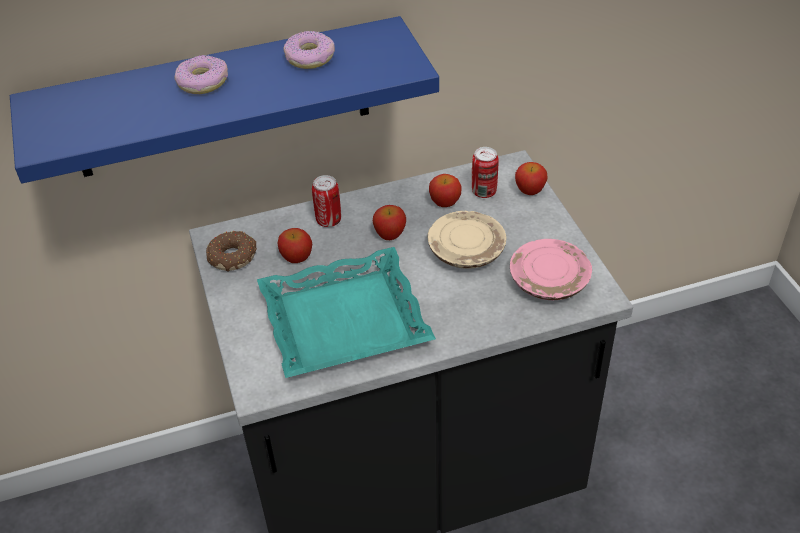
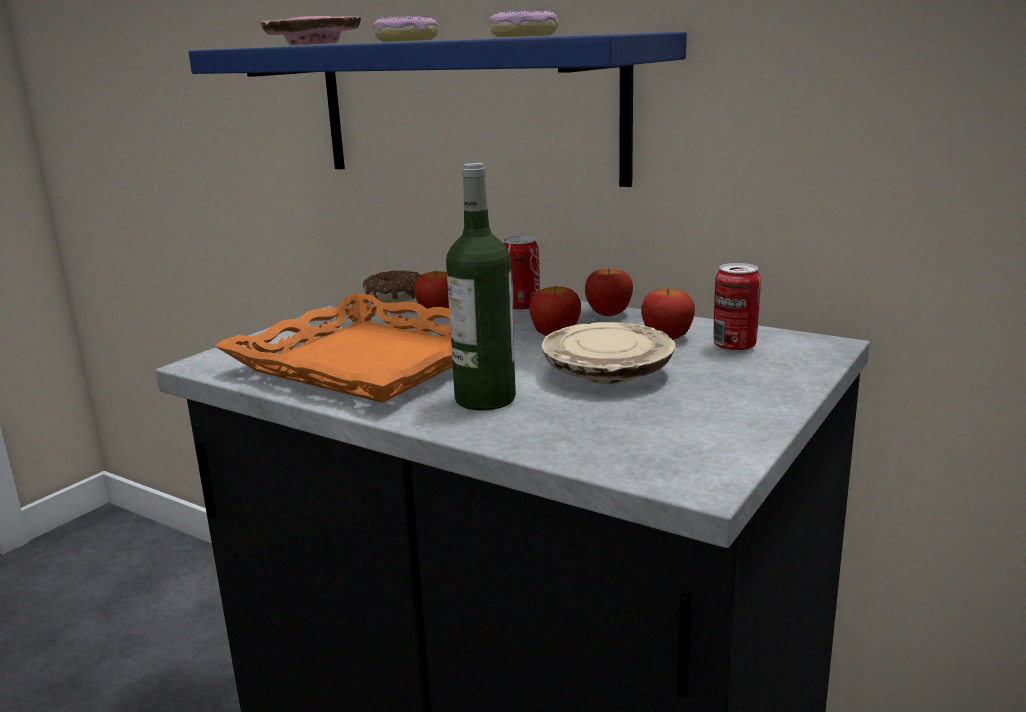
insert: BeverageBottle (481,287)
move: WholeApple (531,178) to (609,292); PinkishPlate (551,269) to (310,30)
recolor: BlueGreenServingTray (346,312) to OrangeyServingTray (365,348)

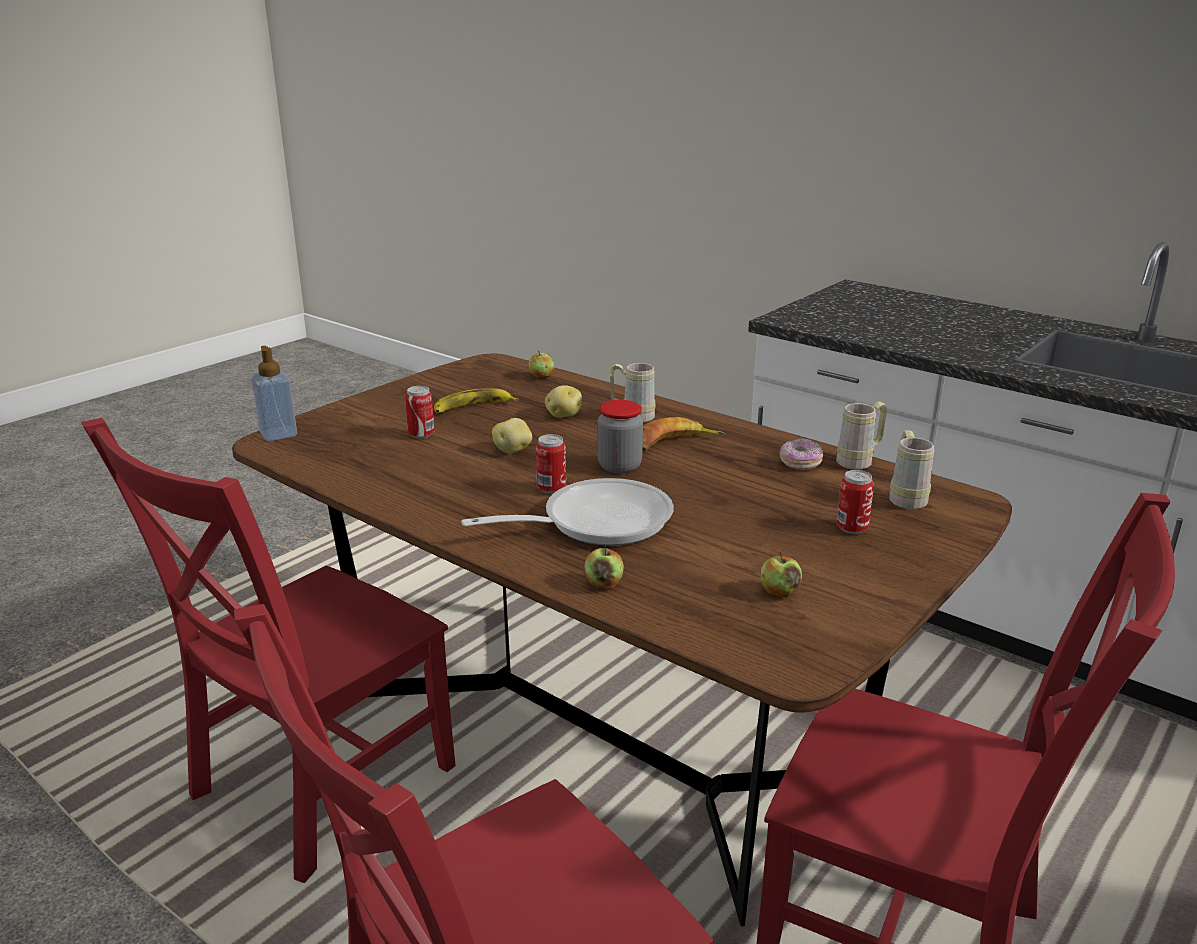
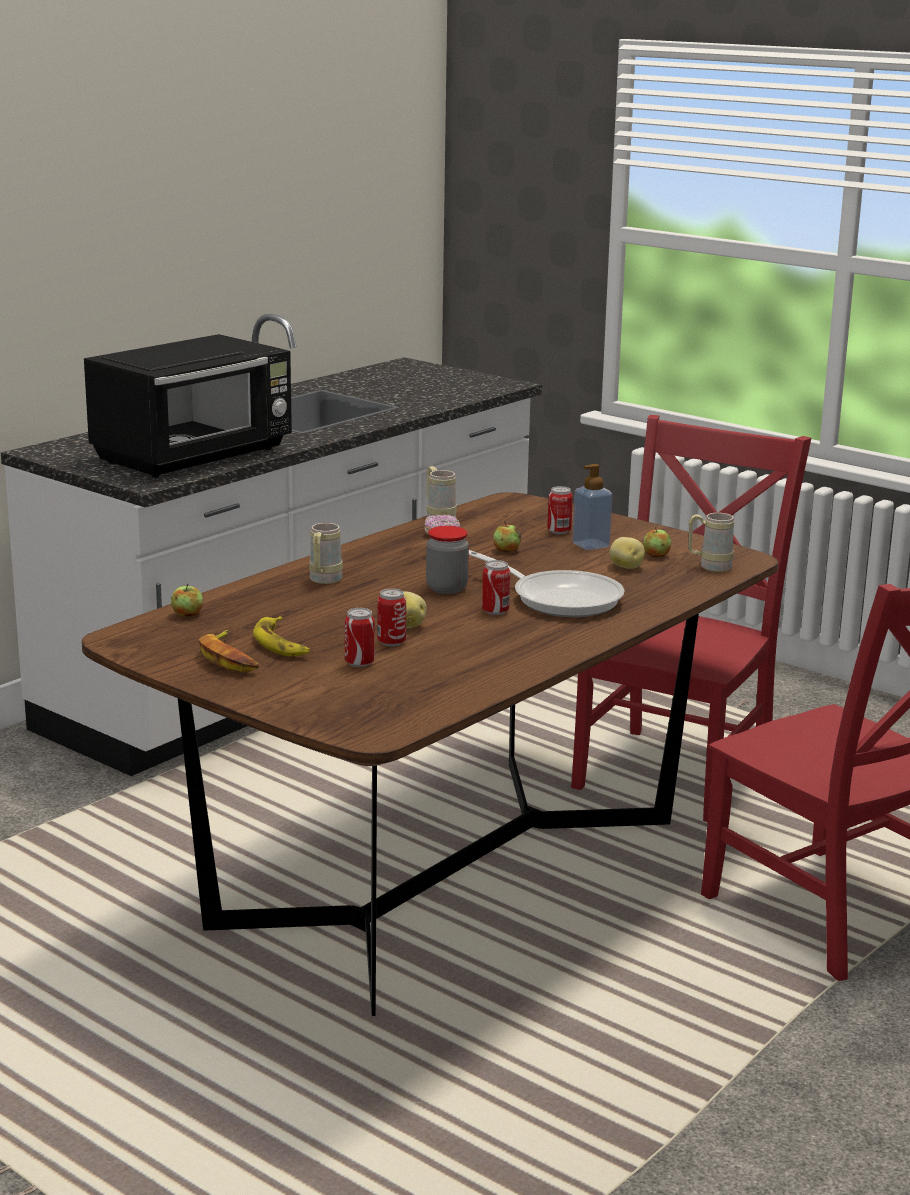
delete: RedUprightChair (268,650)
insert: BlackishMicrowaveOven (188,406); SealedCan (391,617)
move: LiquidSoapBottle (274,393) to (592,507); Spud (563,401) to (627,553); Banana (684,434) to (228,651); SandColouredMug (911,469) to (711,542); WholeApple (604,567) to (507,536)
rotate: Pan (567,512) = (546,583) 150 degrees clockwise

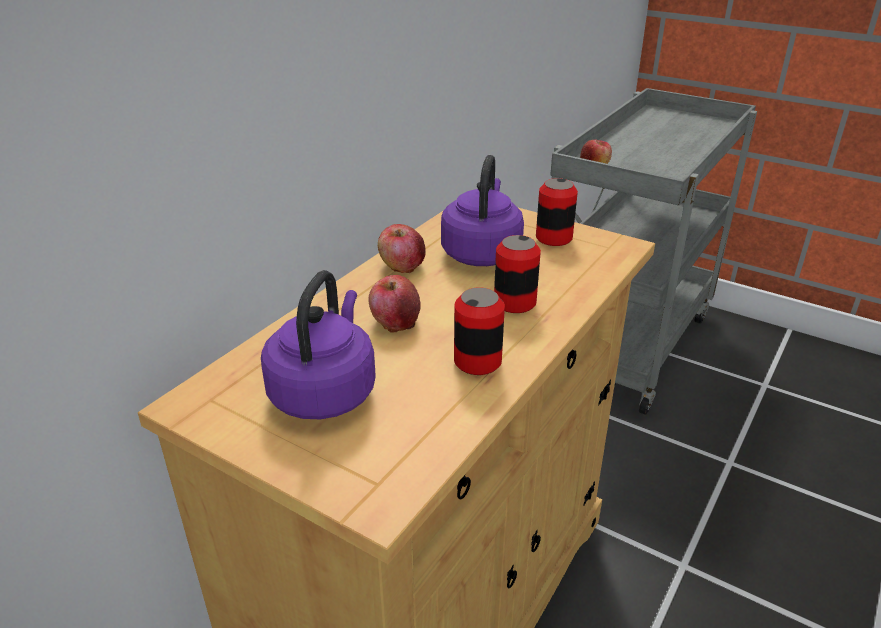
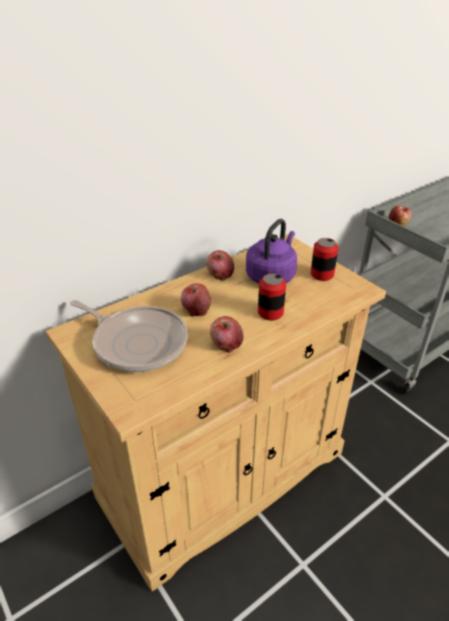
replace: PurplishKettle (318,344) to Pan (129,336); SealedCan (479,331) to WholeApple (226,334)

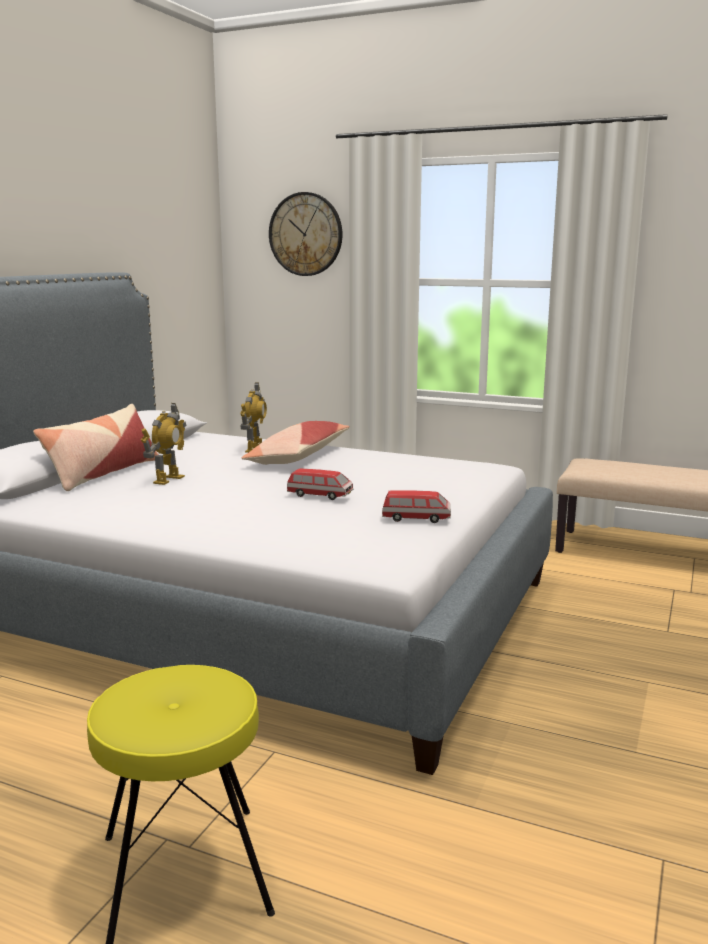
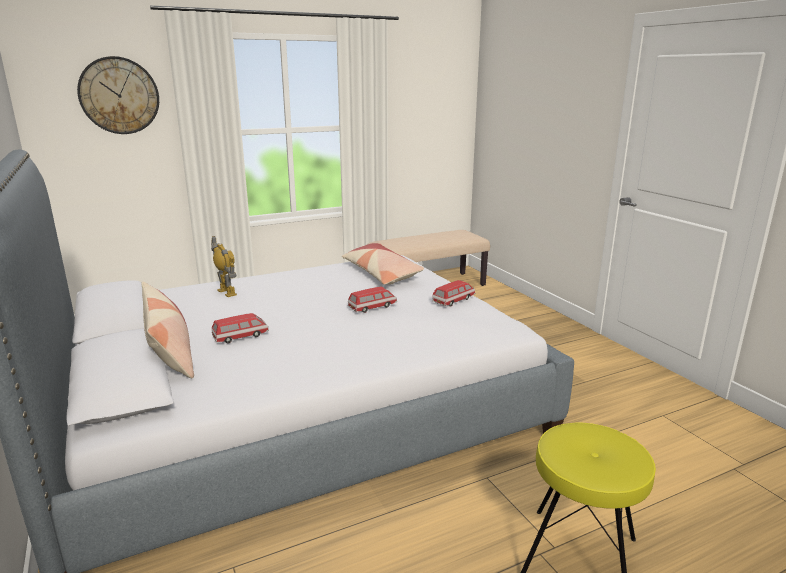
move: Cushion (295,443) to (383,264)
replace: ModelRobot (163,444) to ModelCar (240,328)

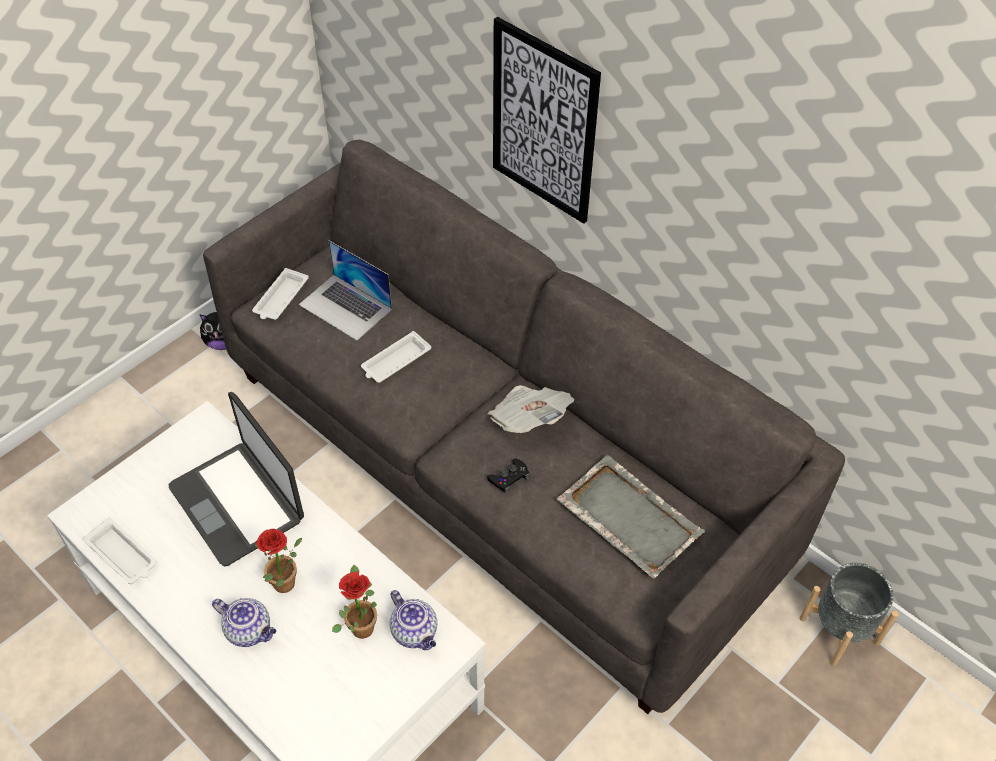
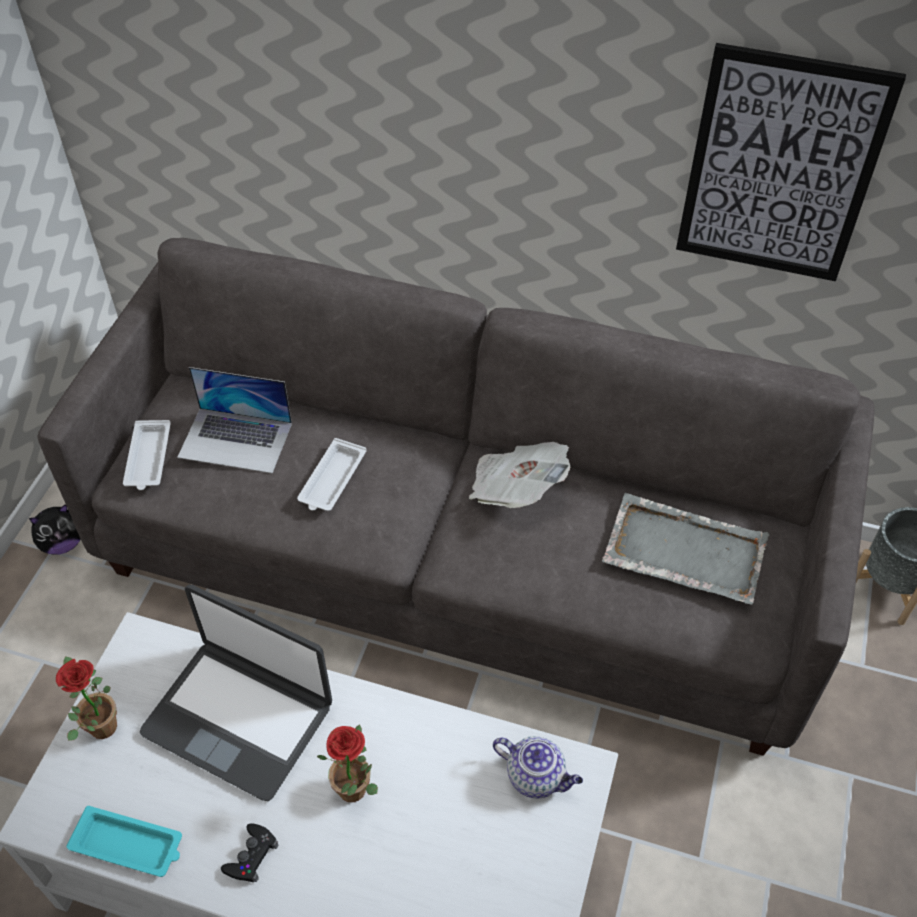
delete: TeaPot (244,622)
move: Picture (547,120) to (791,162); BlackishJoypad (508,475) to (249,852); Houseplant (354,602) to (86,698)
recolor: WhiteServingTray (120,551) to BlueGreenServingTray (124,841)

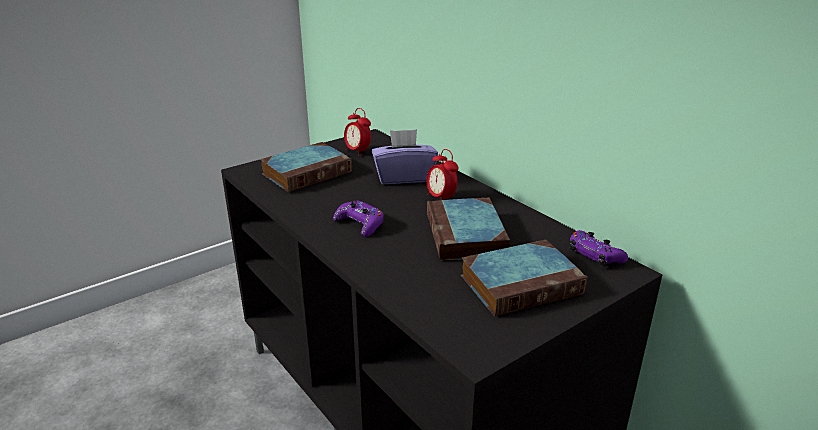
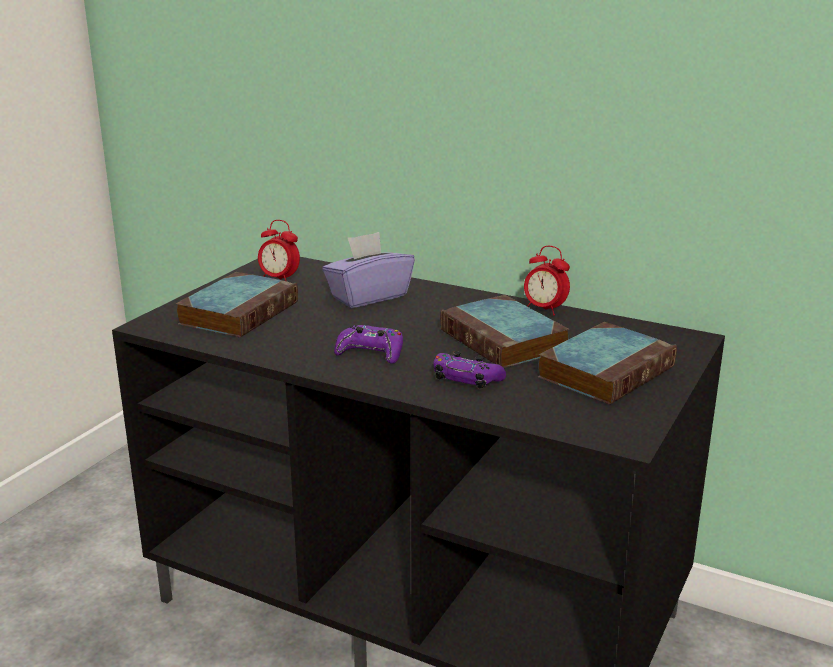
move: TableClock (442,174) to (547,281); PurplishJoypad (599,248) to (469,370)

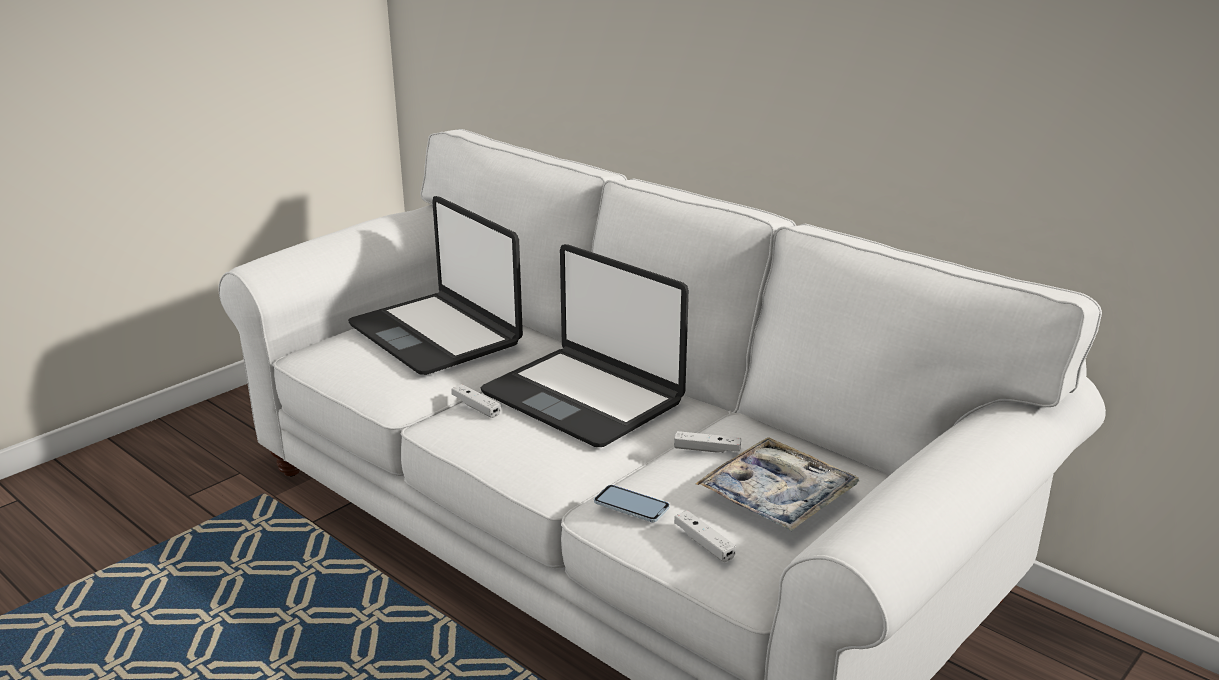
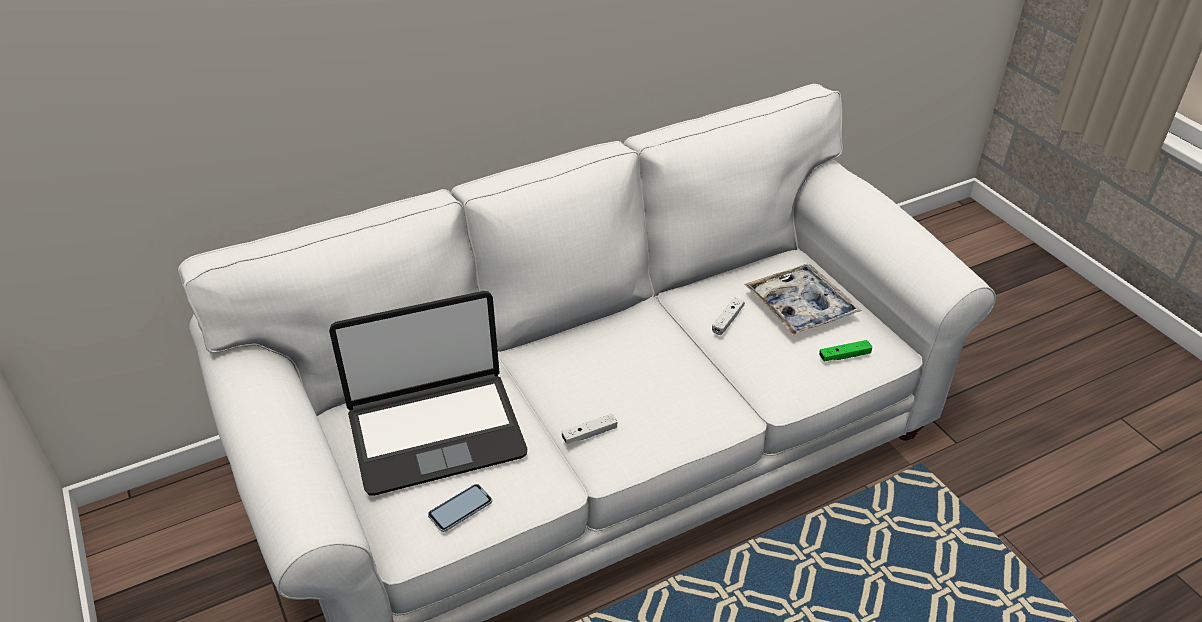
delete: PortableComputer (584,345)
move: Telephone (632,503) to (460,508)
recolor: WhiteJoypad (705,536) to GreenColouredJoypad (845,351)

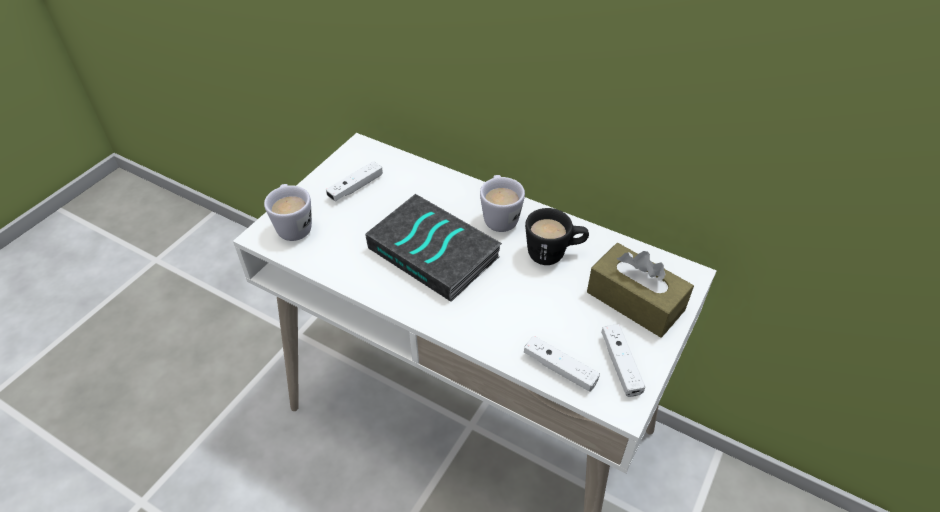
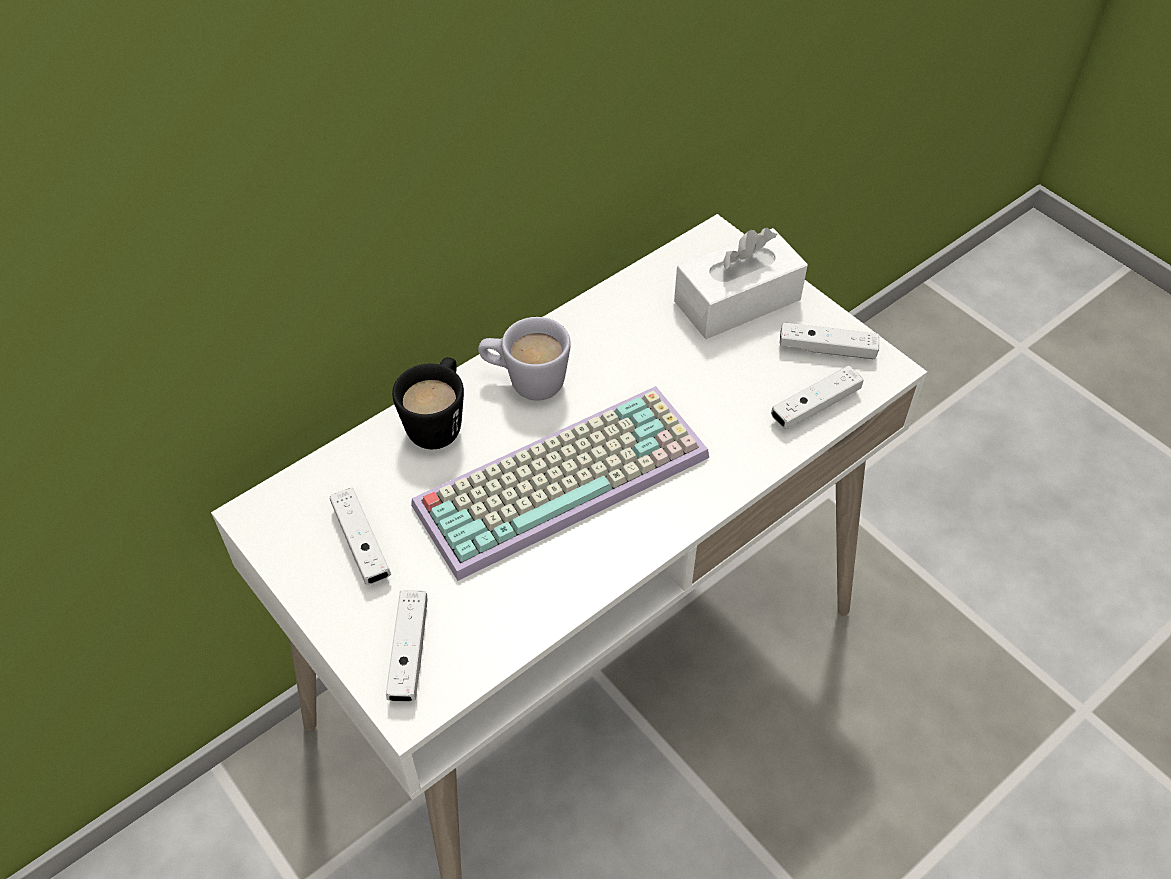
move: BlackishMug (557,236) to (428,403)
replace: WhiteMug (288,212) to WhiteJoypad (407,646); Volume (433,248) to PcKeyboard (560,483)
recolor: BrownishTissueHolder (640,290) to WhiteTissueHolder (741,283)

